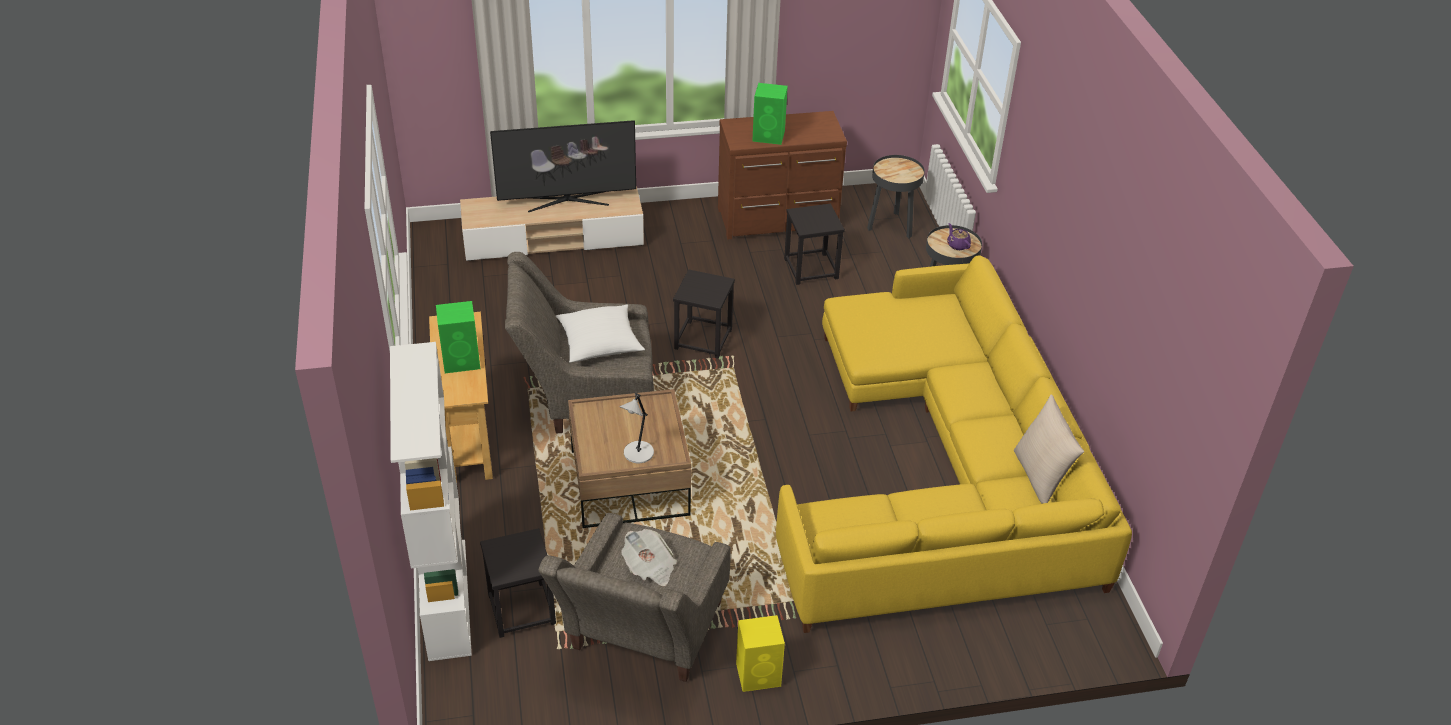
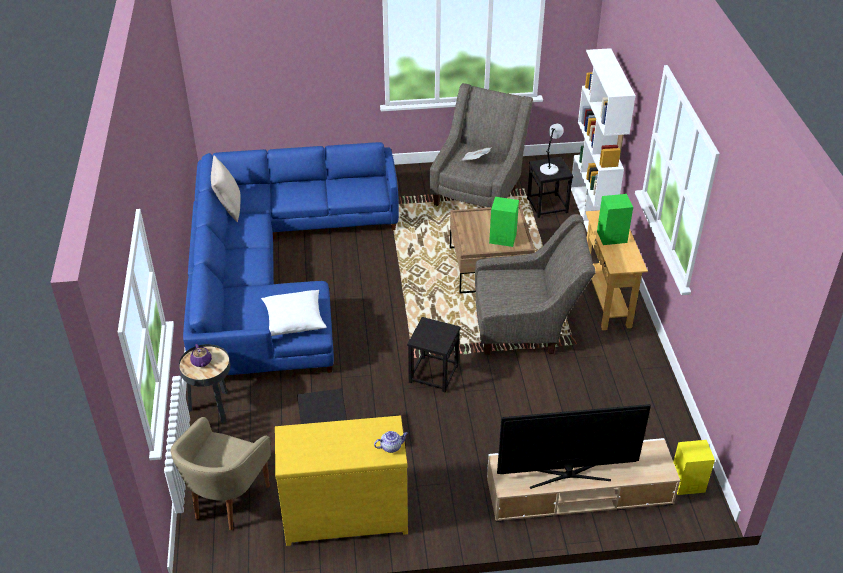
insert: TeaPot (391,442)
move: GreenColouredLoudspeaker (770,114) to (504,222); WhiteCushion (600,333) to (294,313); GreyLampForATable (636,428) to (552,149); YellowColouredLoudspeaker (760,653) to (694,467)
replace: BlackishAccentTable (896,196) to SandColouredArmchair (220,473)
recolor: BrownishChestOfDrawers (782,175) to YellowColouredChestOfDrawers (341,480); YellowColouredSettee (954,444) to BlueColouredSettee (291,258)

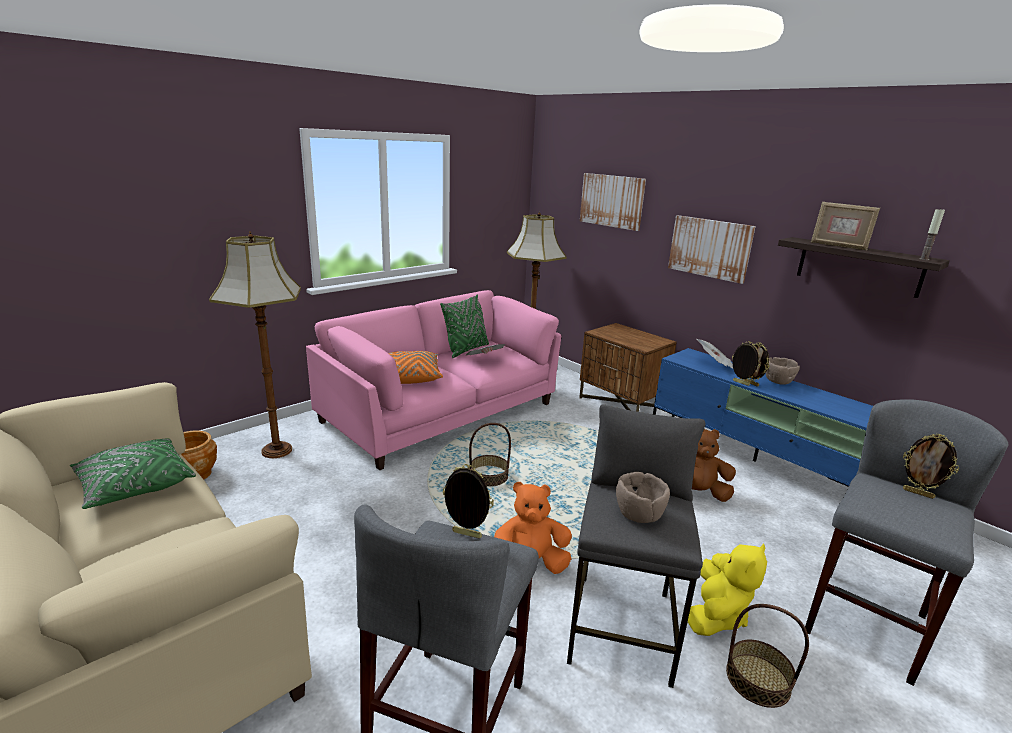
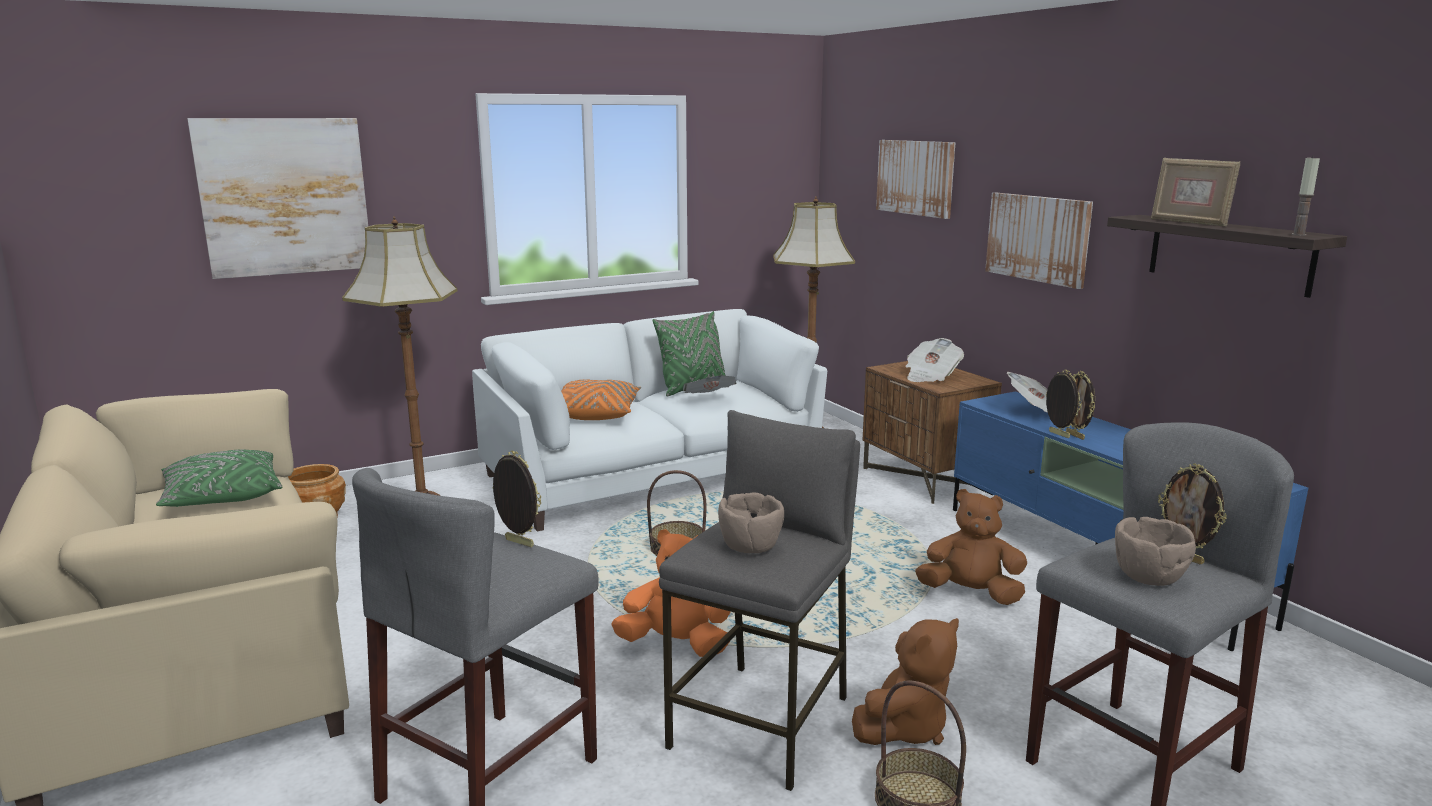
insert: Picture (277,198); DailyPaper (935,360)
move: BrownishBowl (783,370) to (1155,551)
recolor: PinkishSettee (433,380) to WhiteSettee (649,420); YellowColouredSoftToy (727,589) to BrownishSoftToy (905,681)

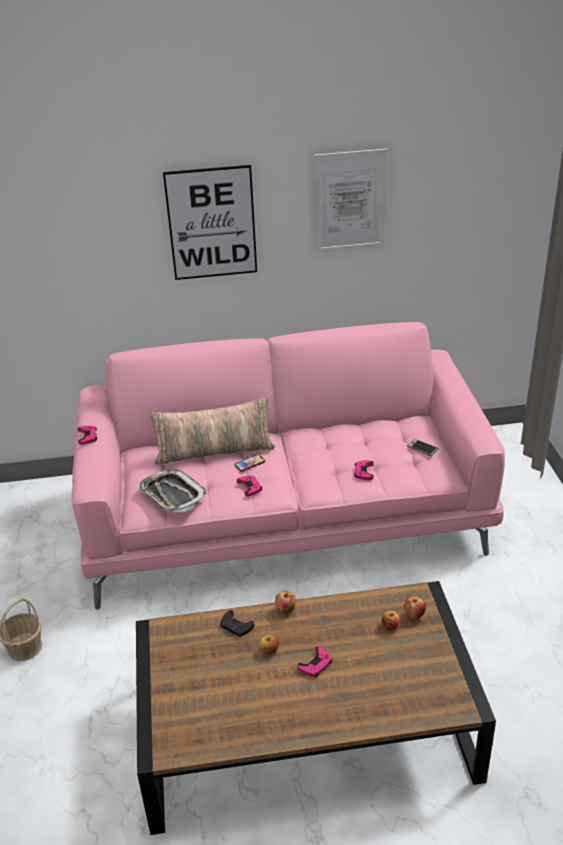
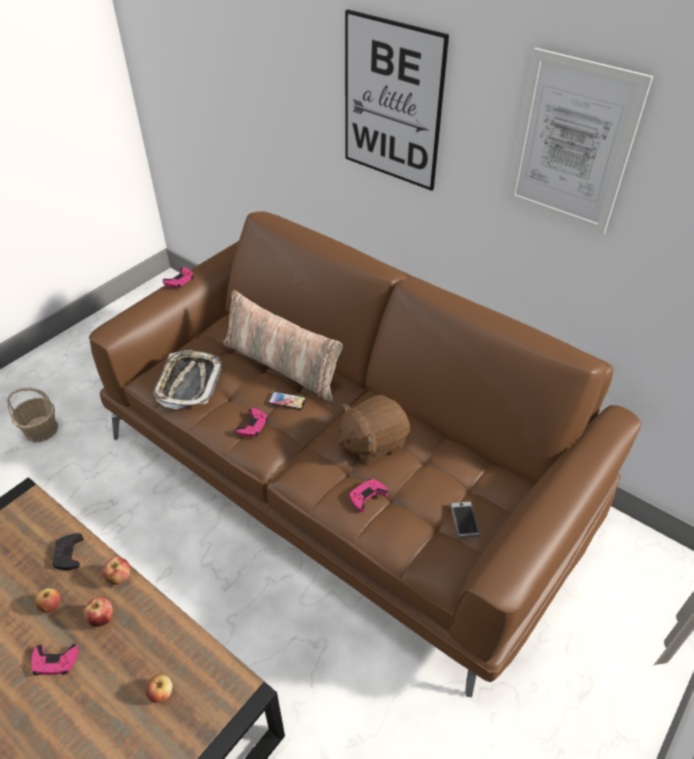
insert: BrownishSoftToy (374,429)
move: WholeApple (415,607) to (98,612)
recolor: PinkishSettee (288,466) to BrownishSettee (365,454)

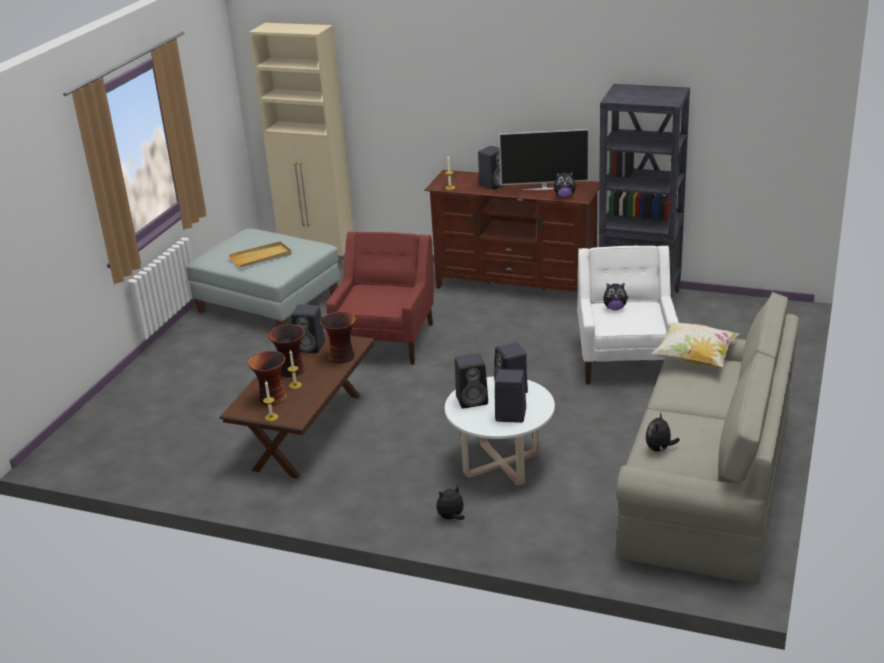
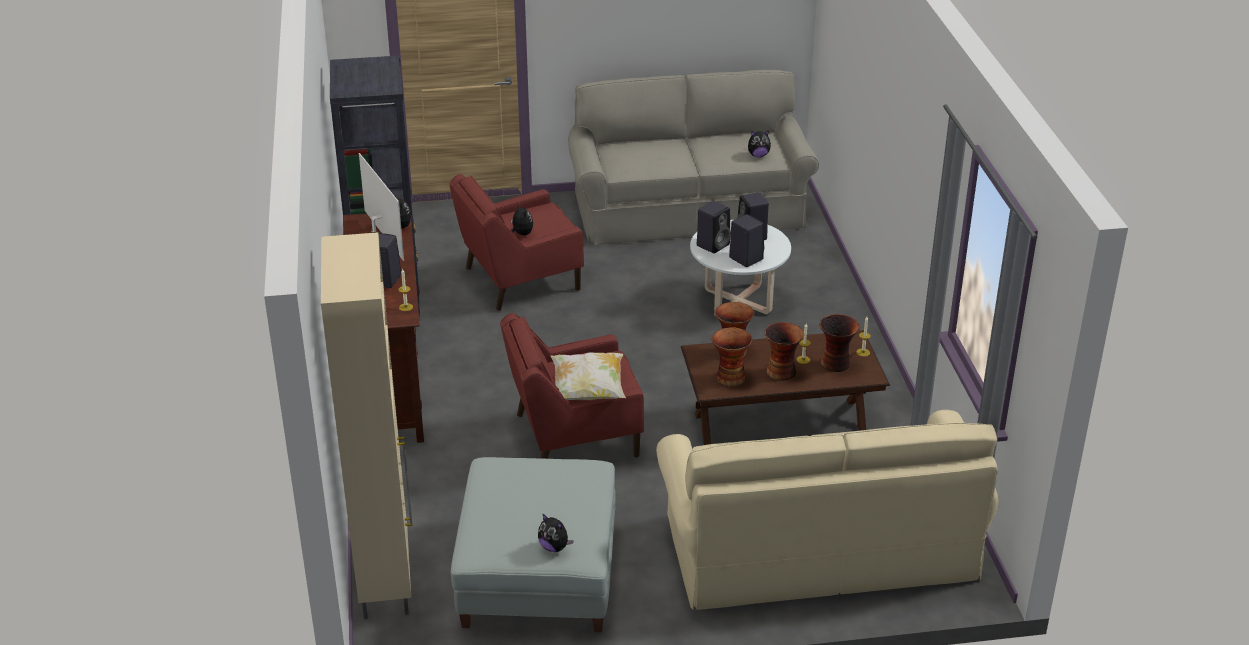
delete: SandColouredServingTray (260,254)
insert: SandColouredSettee (827,510)
move: Cushion (695,344) to (588,376); SoftToy (450,503) to (555,532)
replace: BlackishLoudspeaker (308,328) to Vase (732,357)
recolor: WhiteArmchair (628,315) to RedArmchair (516,242)

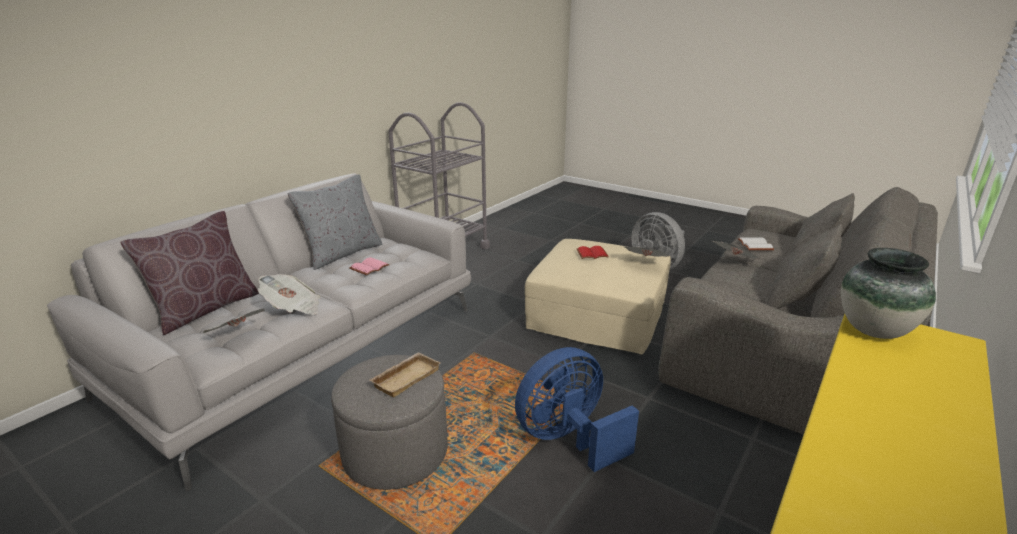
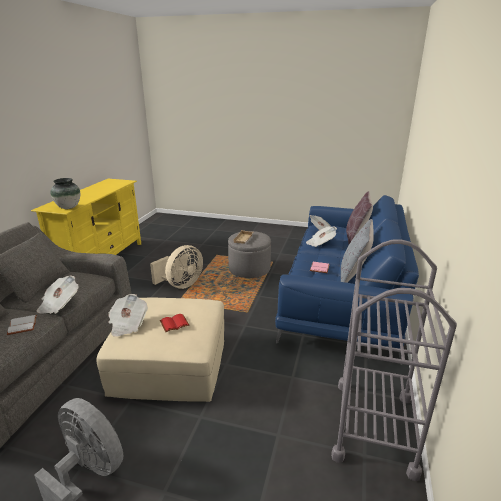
recolor: GreySettee (259,332) to BlueColouredSettee (347,280); BlueColouredFan (577,409) to SandColouredFan (176,267)

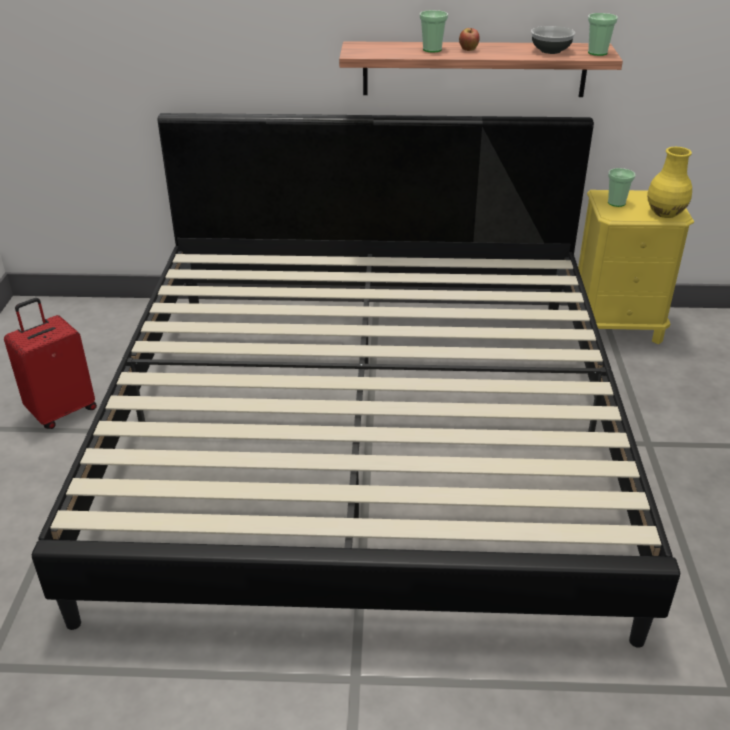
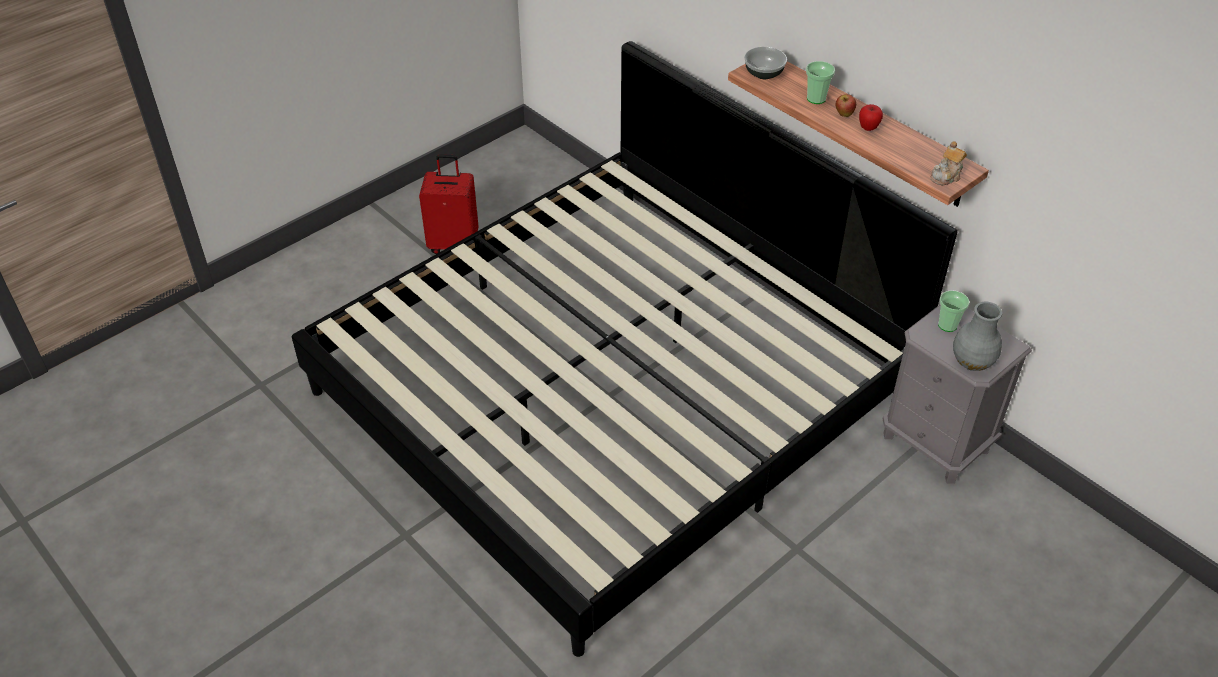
insert: WholeApple (871,117)
move: Bowl (553,40) to (765,63)
replace: SmallCup (603,34) to TeaPot (949,163)
recolor: YellowColouredVase (669,182) to GreyVase (977,336); YellowColouredNightTable (636,267) to GreyNightTable (957,394)

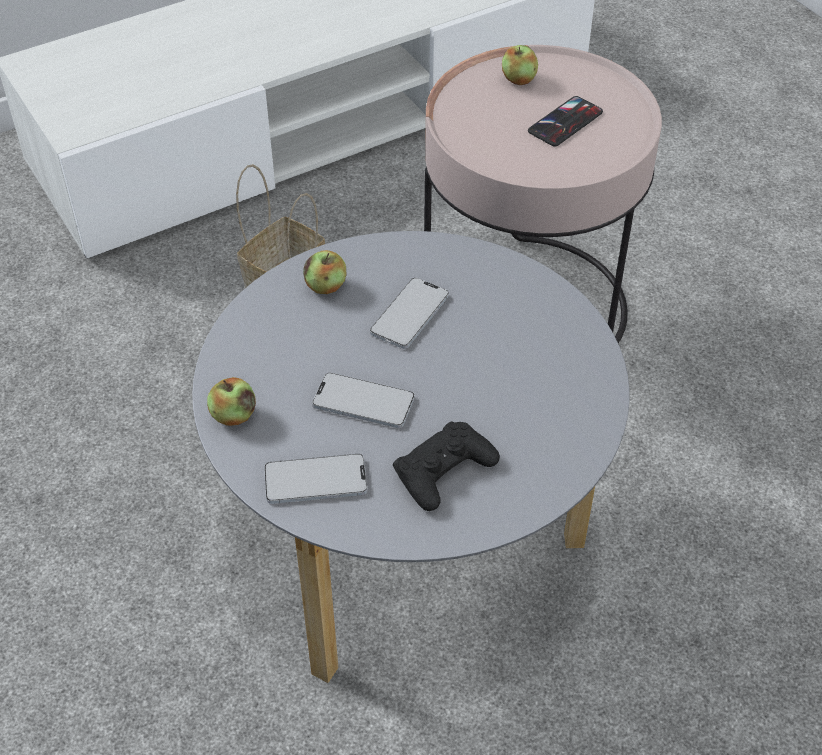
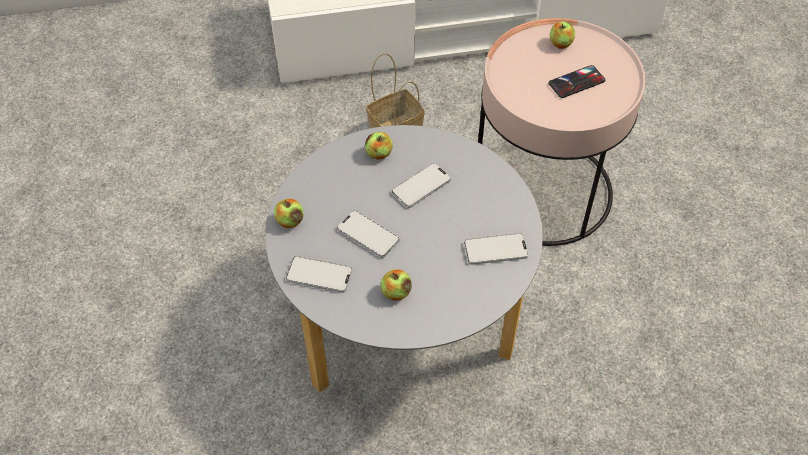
insert: Telephone (496,249)
replace: BlackishJoypad (446,466) to WholeApple (396,285)

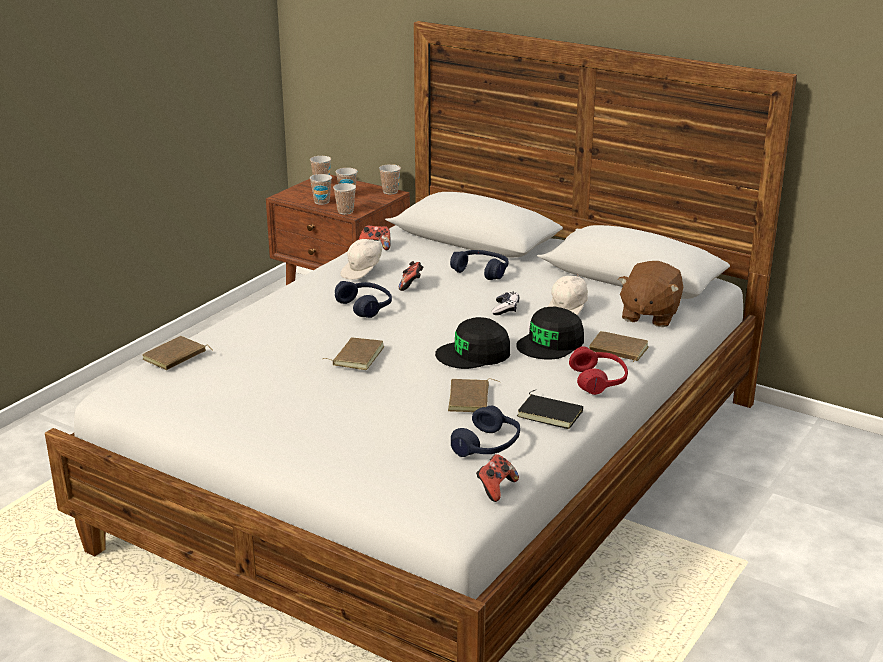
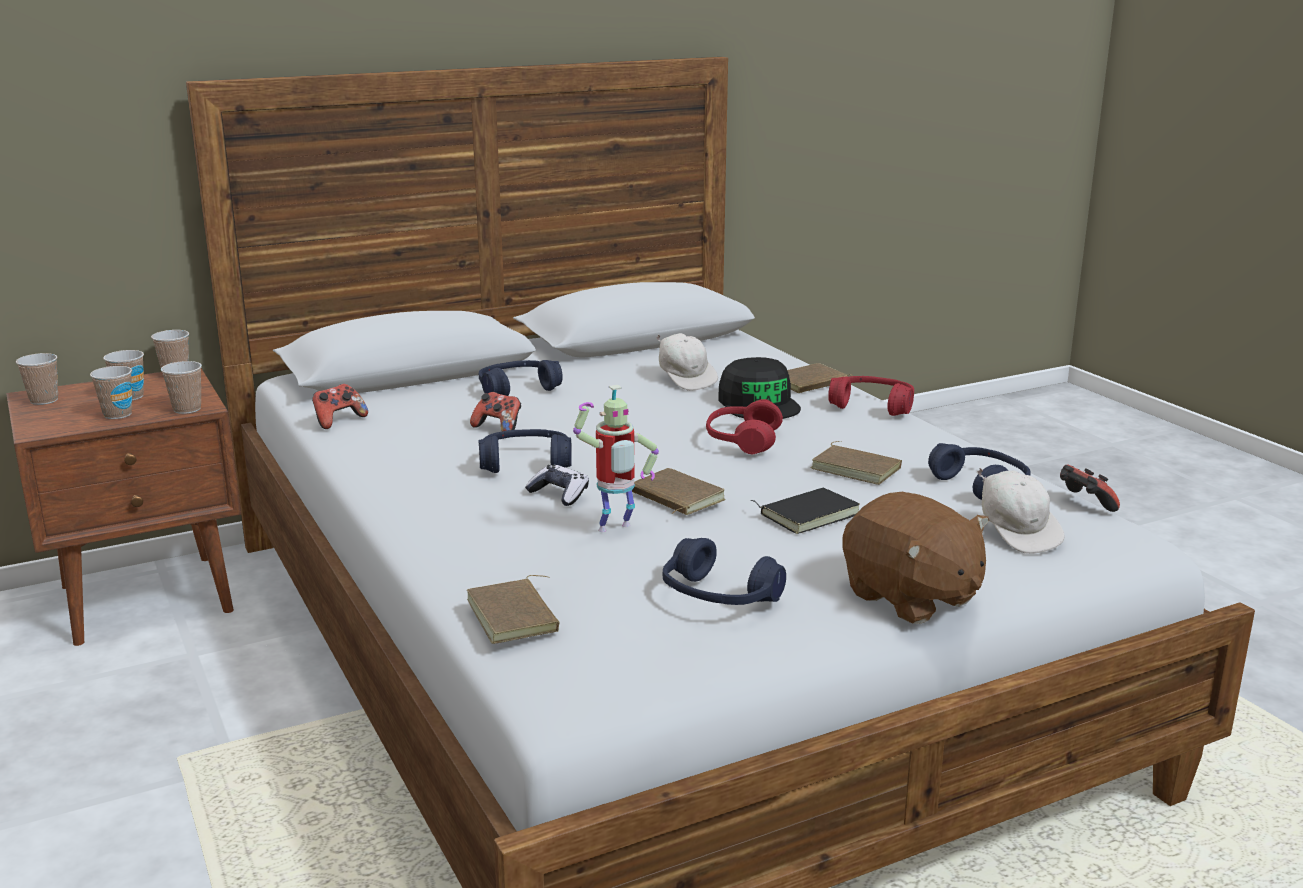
insert: ModelRobot (616,458); BlueColouredHeadset (724,571)
move: WhiteCap (361,259) to (1021,511); BrownishSoftToy (651,294) to (915,558); Joypad (505,303) to (557,485); BlackishVolume (550,409) to (805,511)
replace: BlackishCap (472,343) to RedHeadset (744,427)

